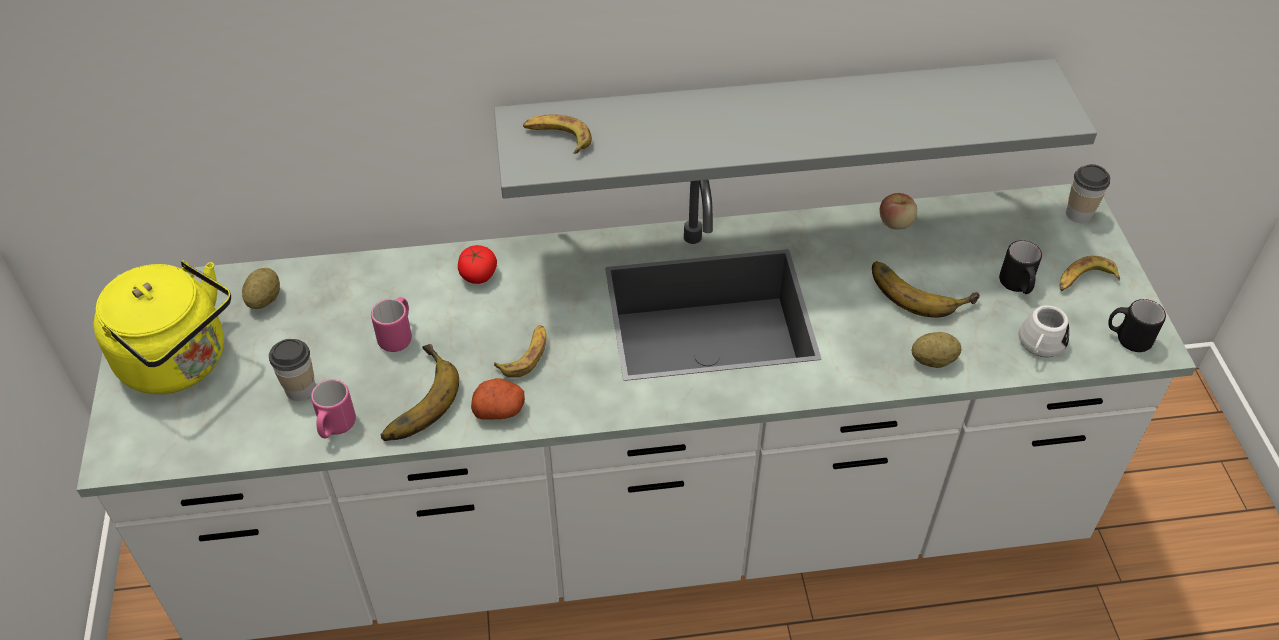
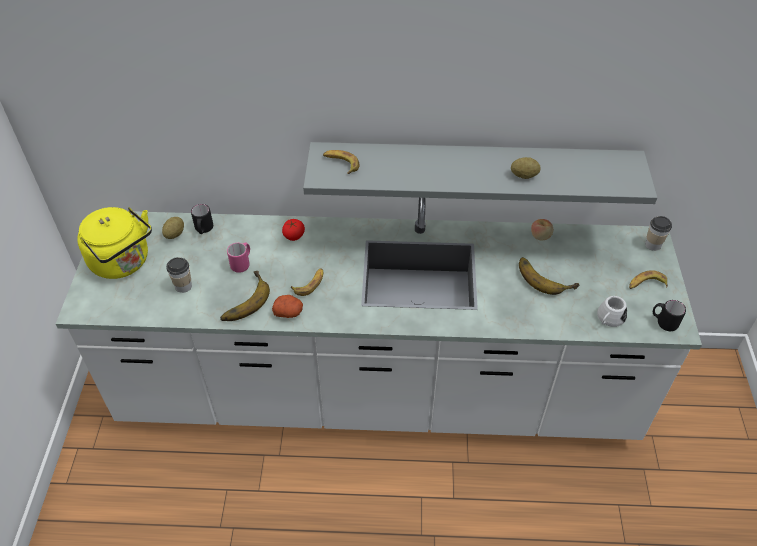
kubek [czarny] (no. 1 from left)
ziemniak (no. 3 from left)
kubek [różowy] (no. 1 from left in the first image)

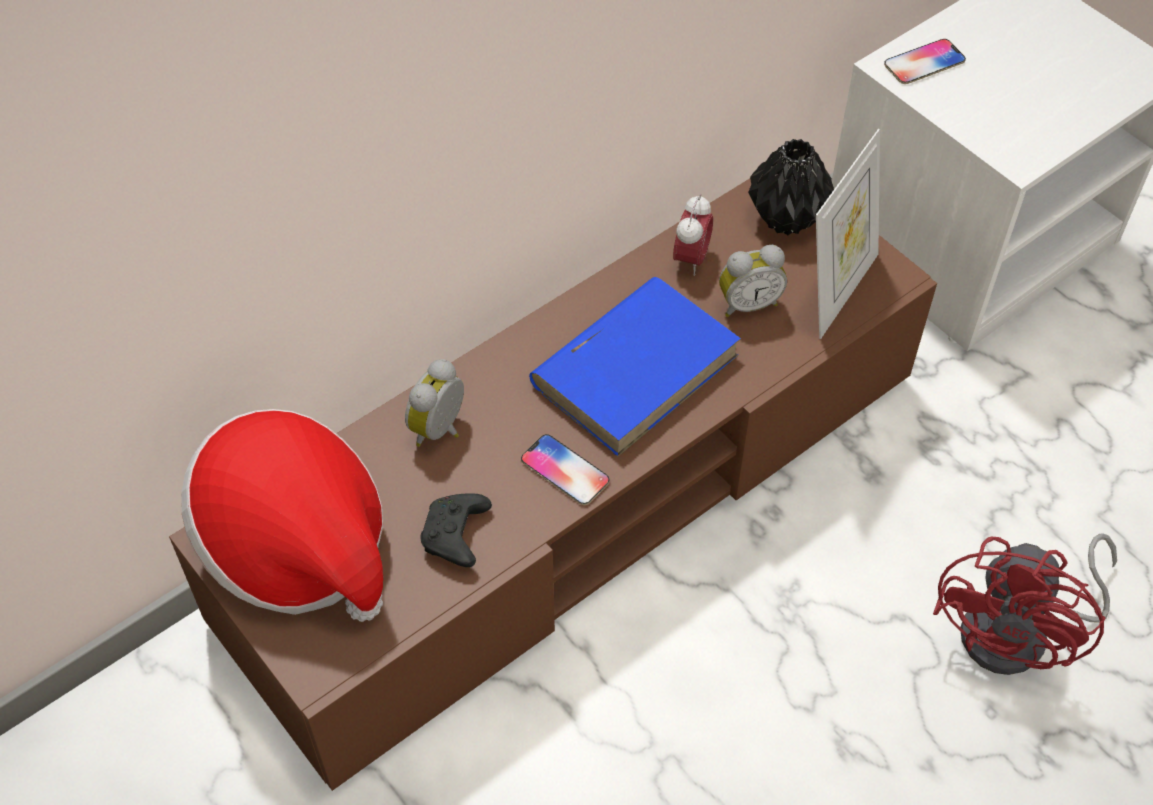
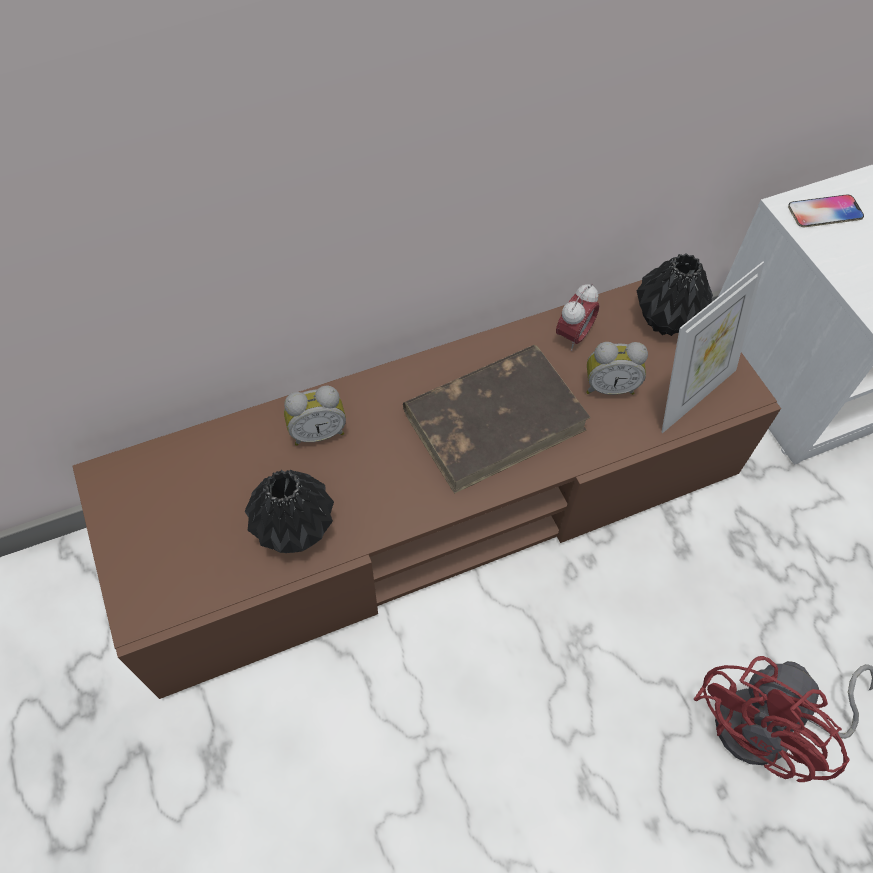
wazon [czarny] (no. 1 from left)
budzik (no. 1 from left)
książka [brązowy]
kapelusz
telefon (no. 1 from left in the first image)

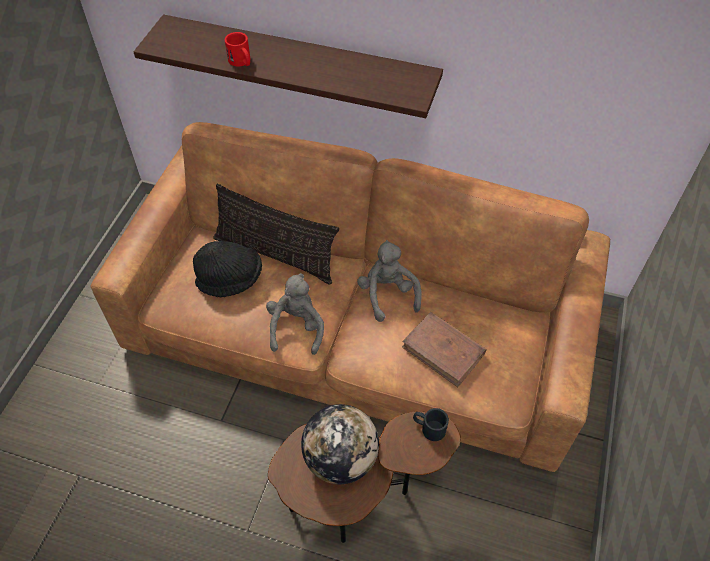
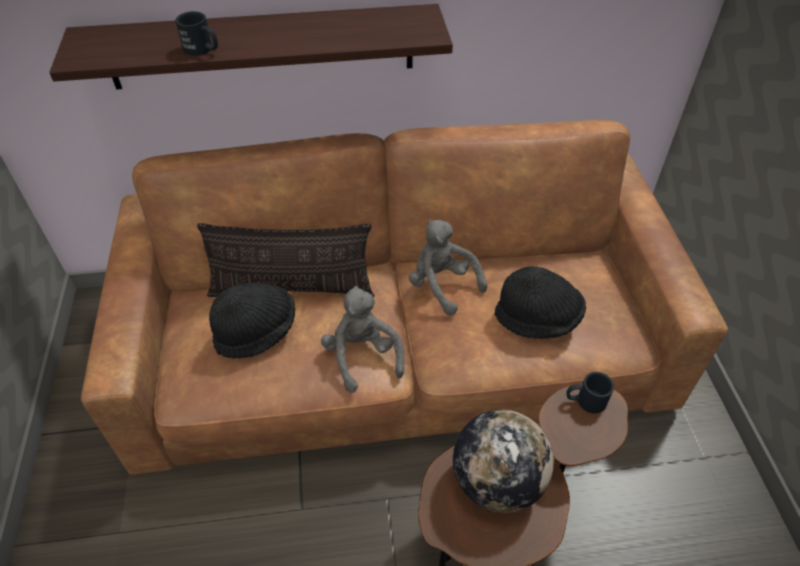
kubek [czarny] (no. 1 from left)
kapelusz [czarny] (no. 2 from left)

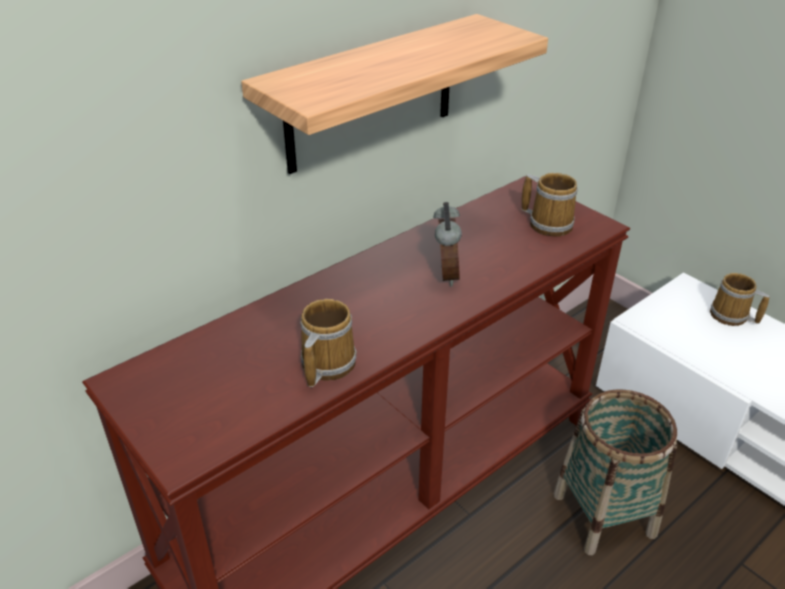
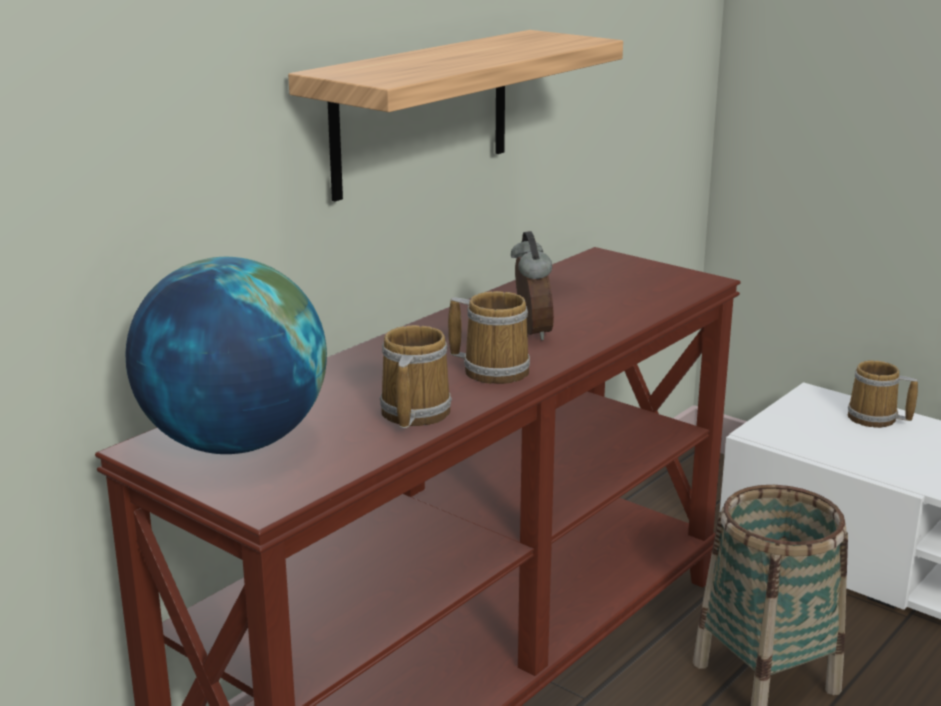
globus
kubek (no. 2 from left)

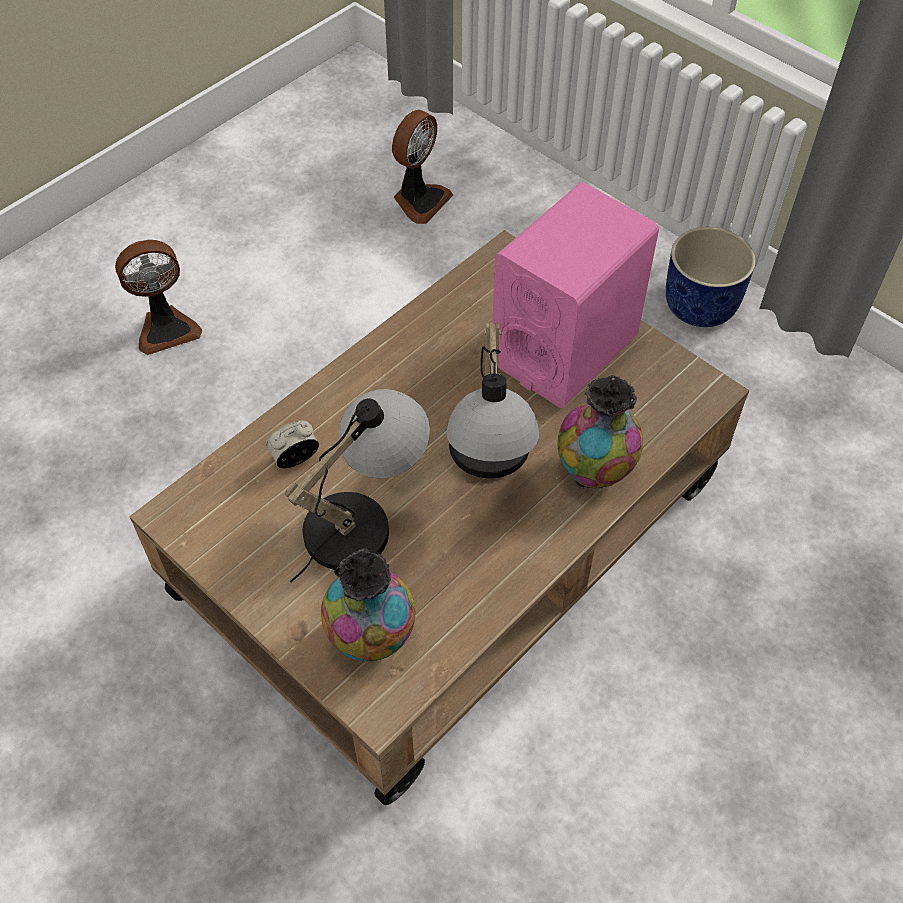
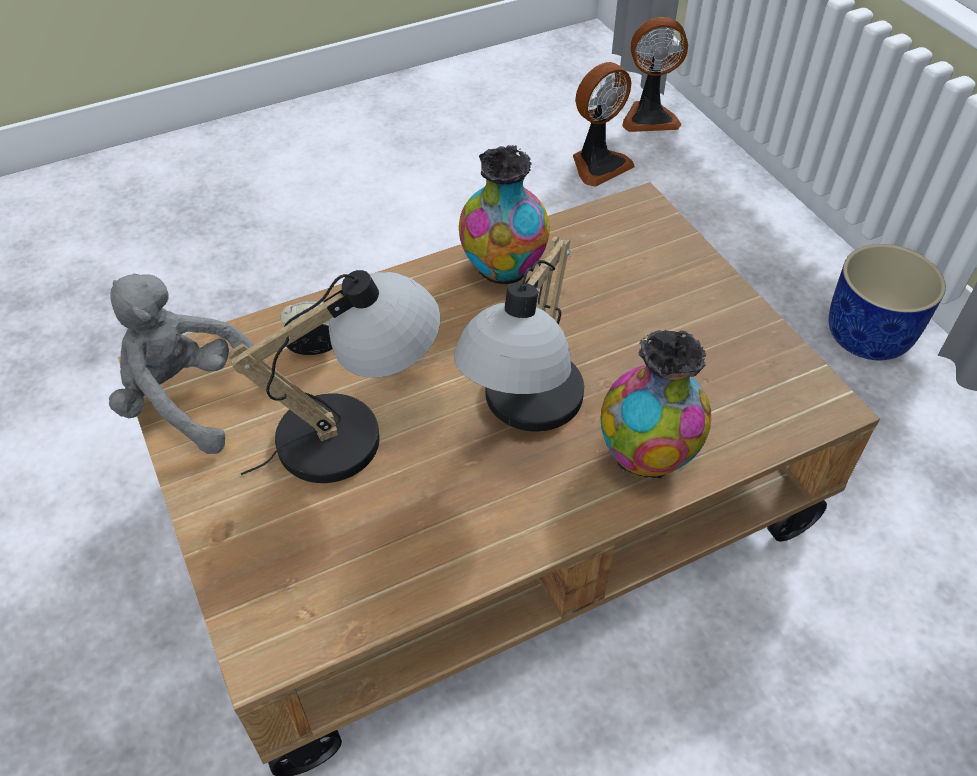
pluszak [szary]
wazon (no. 1 from left)
wentylator (no. 2 from left)
głośnik [różowy]

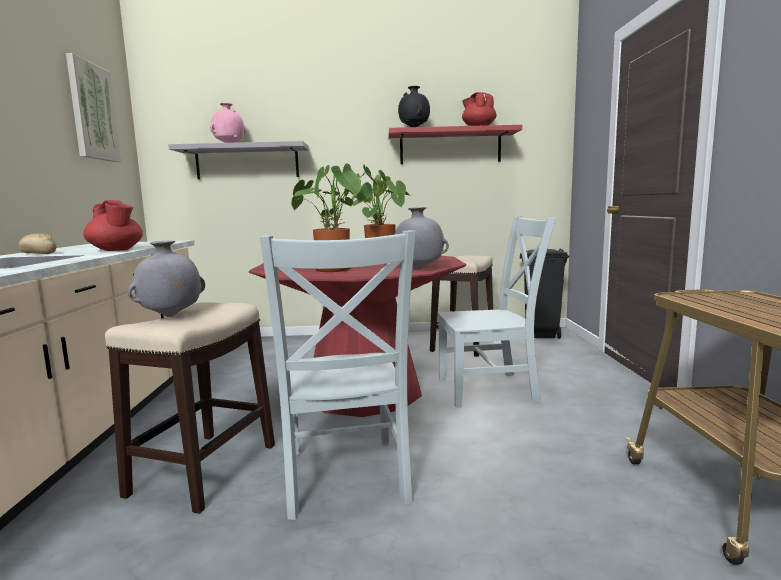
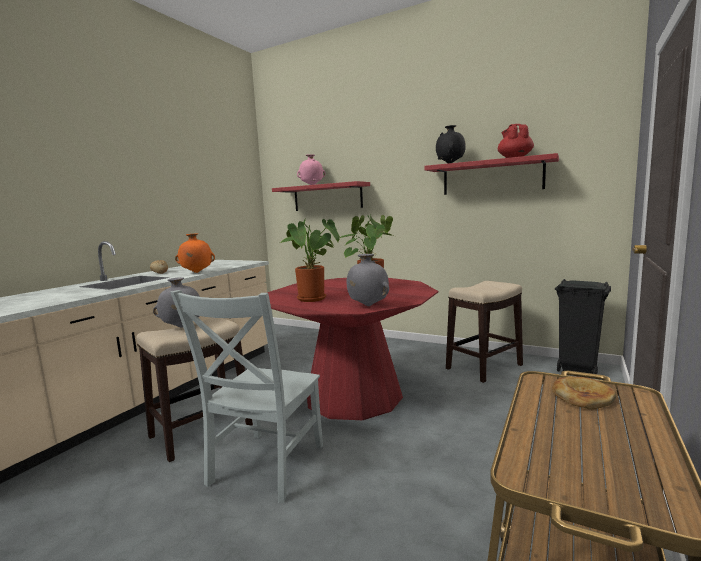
wazon [pomarańczowy]
półka [czerwony] (no. 1 from left)
chleb (no. 2 from left)
obraz
krzesło [szary] (no. 2 from left in the first image)

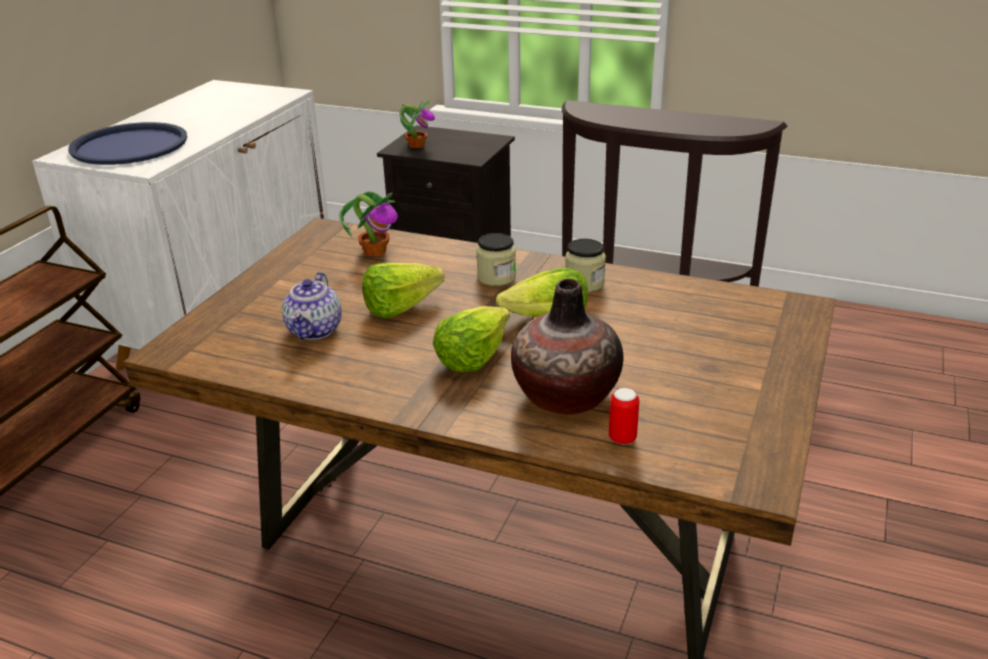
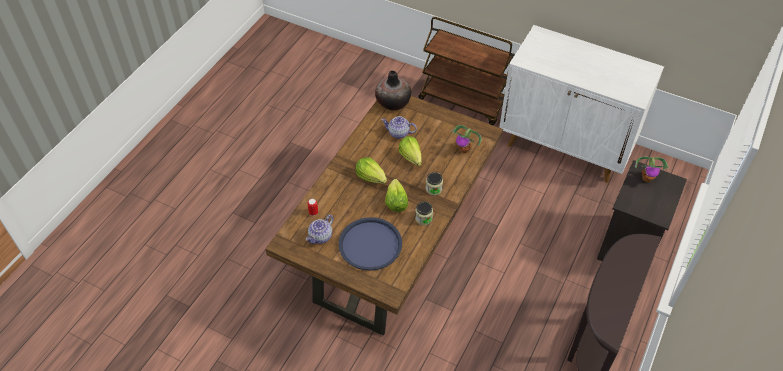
imbryk (no. 1 from left)
taca [niebieski]
wazon

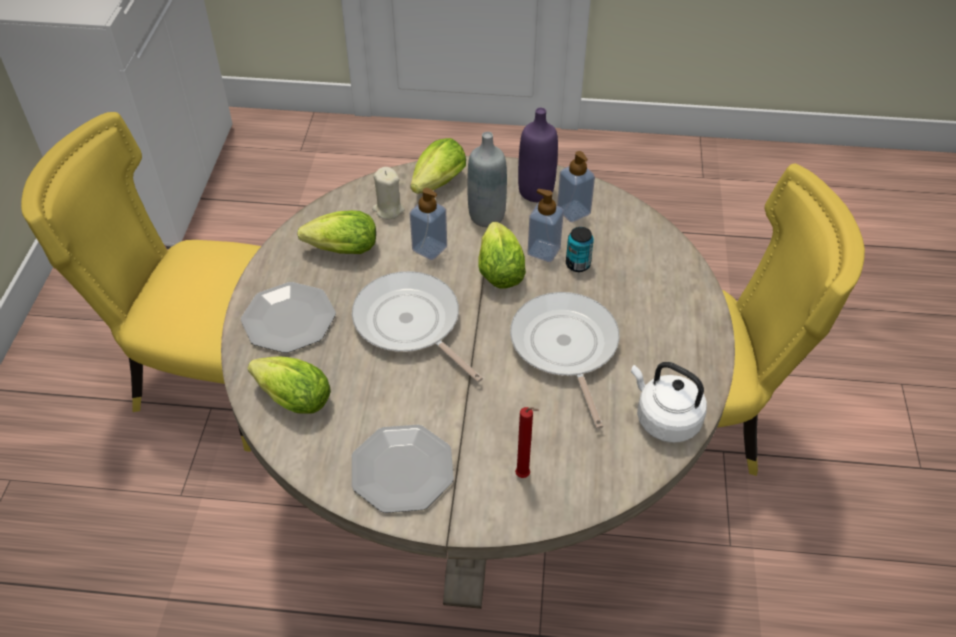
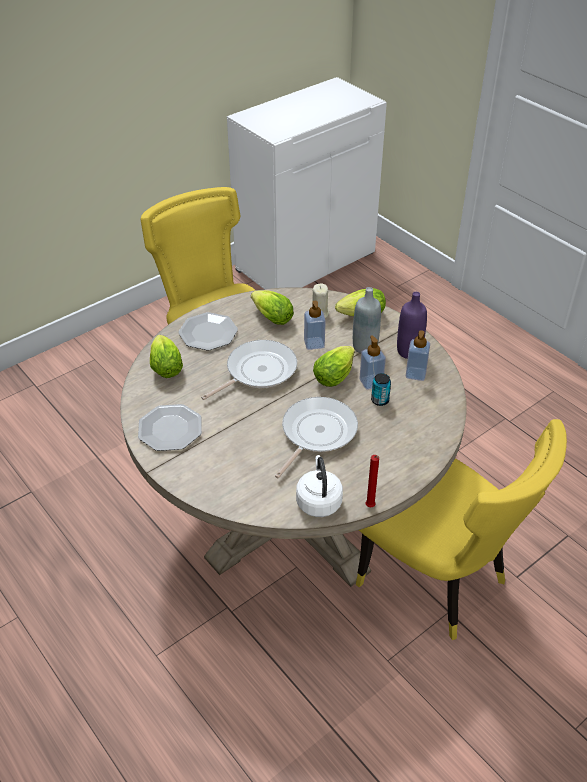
patelnia (no. 1 from left)
świeca [czerwony]

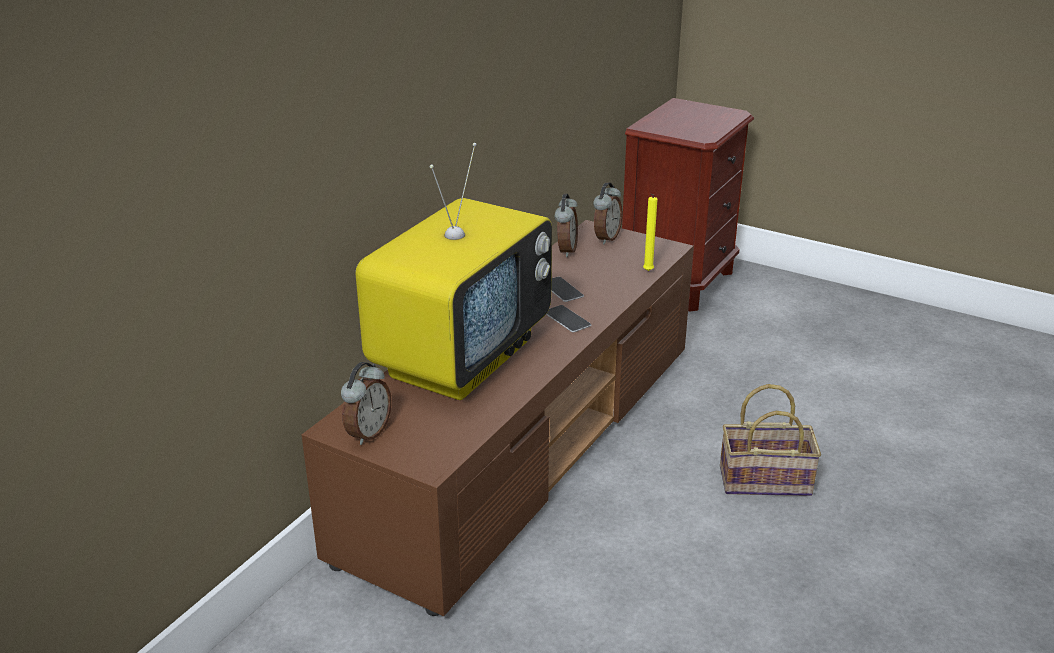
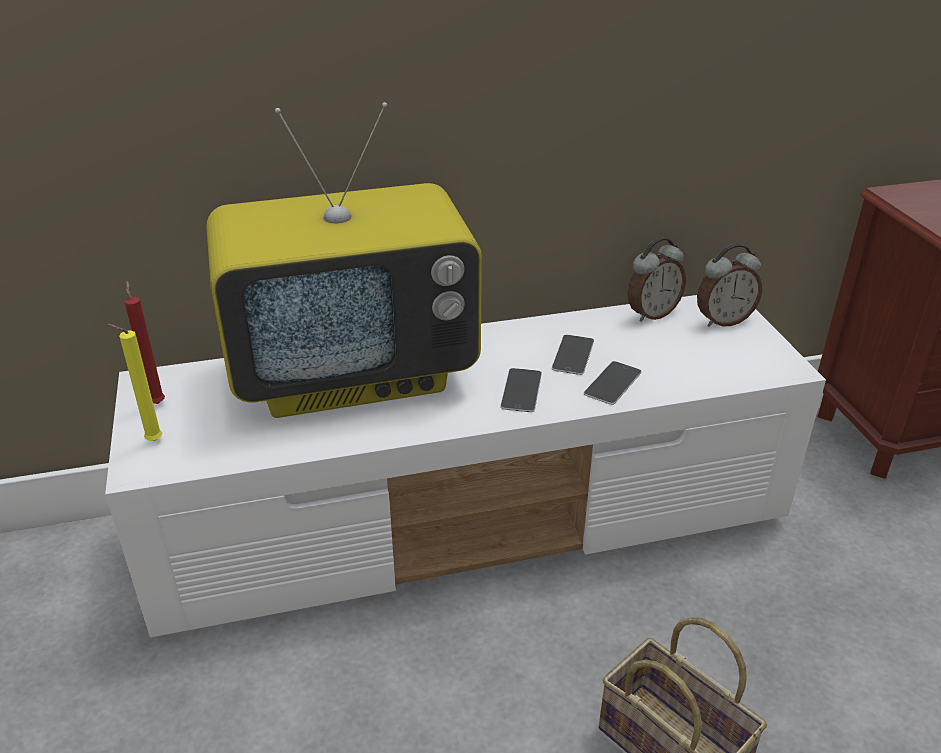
szafka pod telewizor [biały]
świeca [żółty]
świeca [czerwony]
telefon (no. 3 from left)

